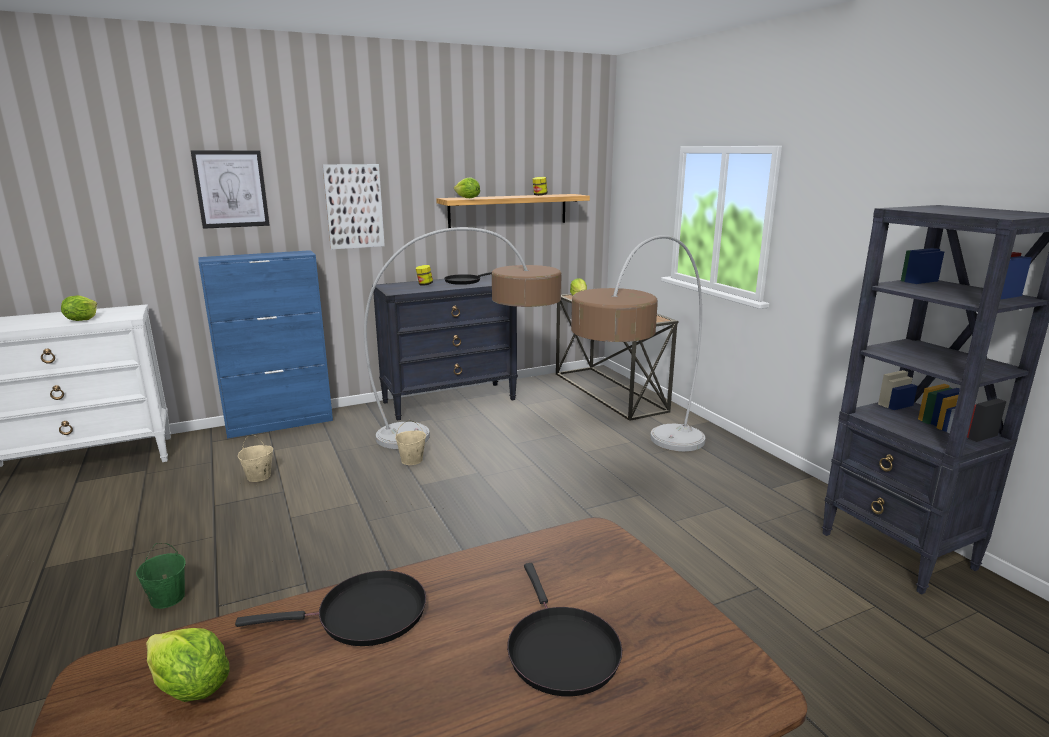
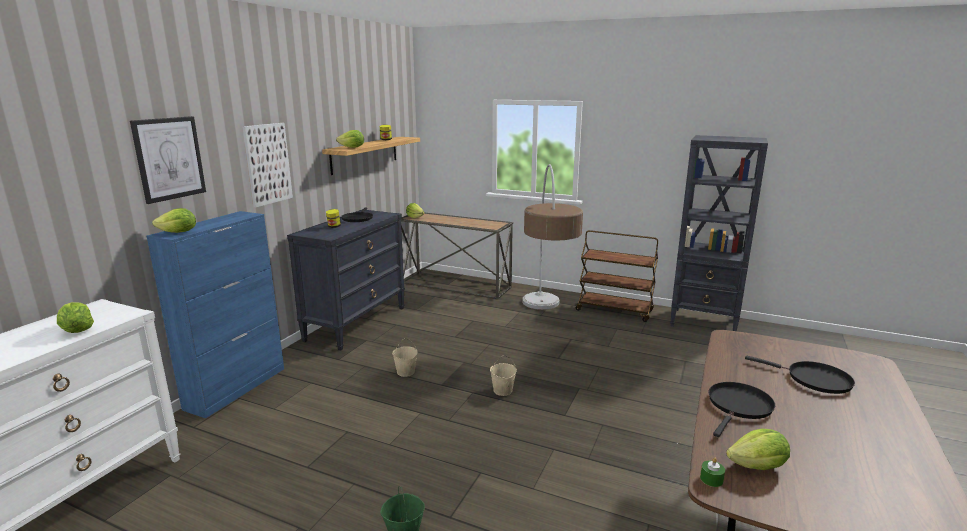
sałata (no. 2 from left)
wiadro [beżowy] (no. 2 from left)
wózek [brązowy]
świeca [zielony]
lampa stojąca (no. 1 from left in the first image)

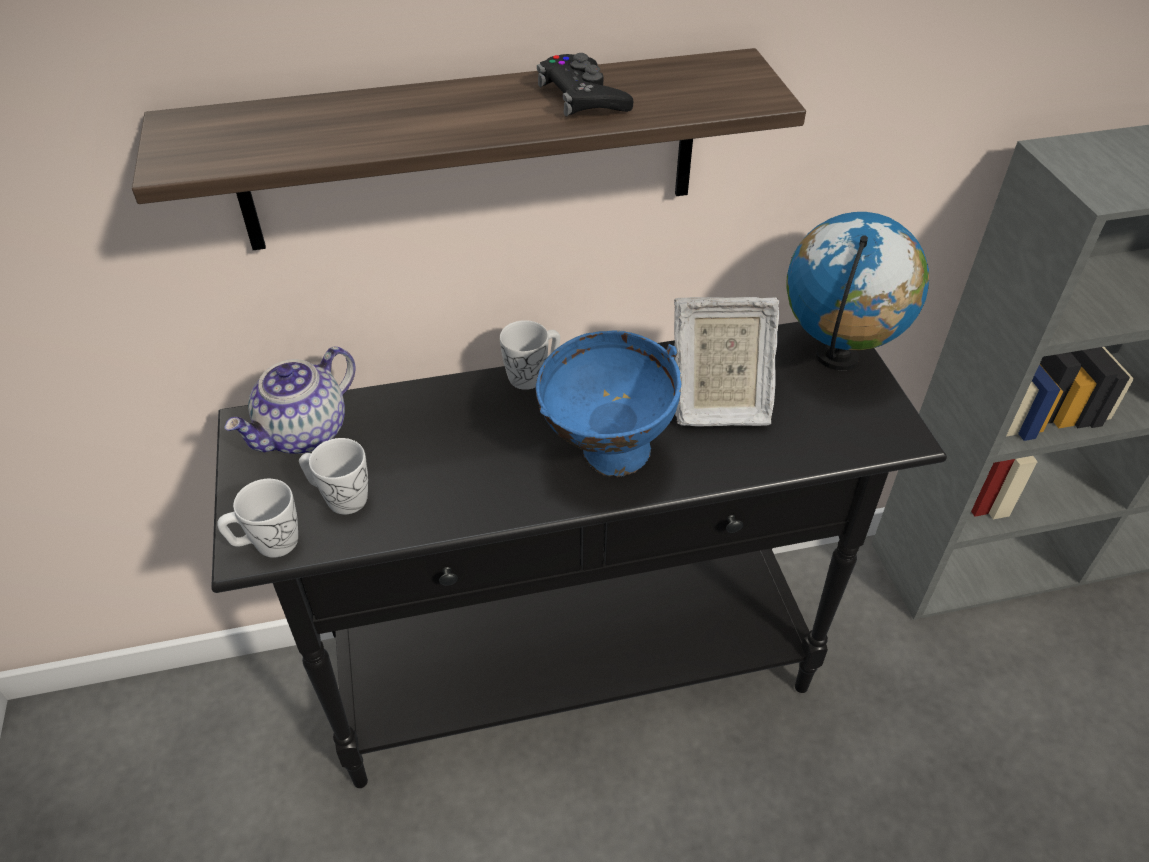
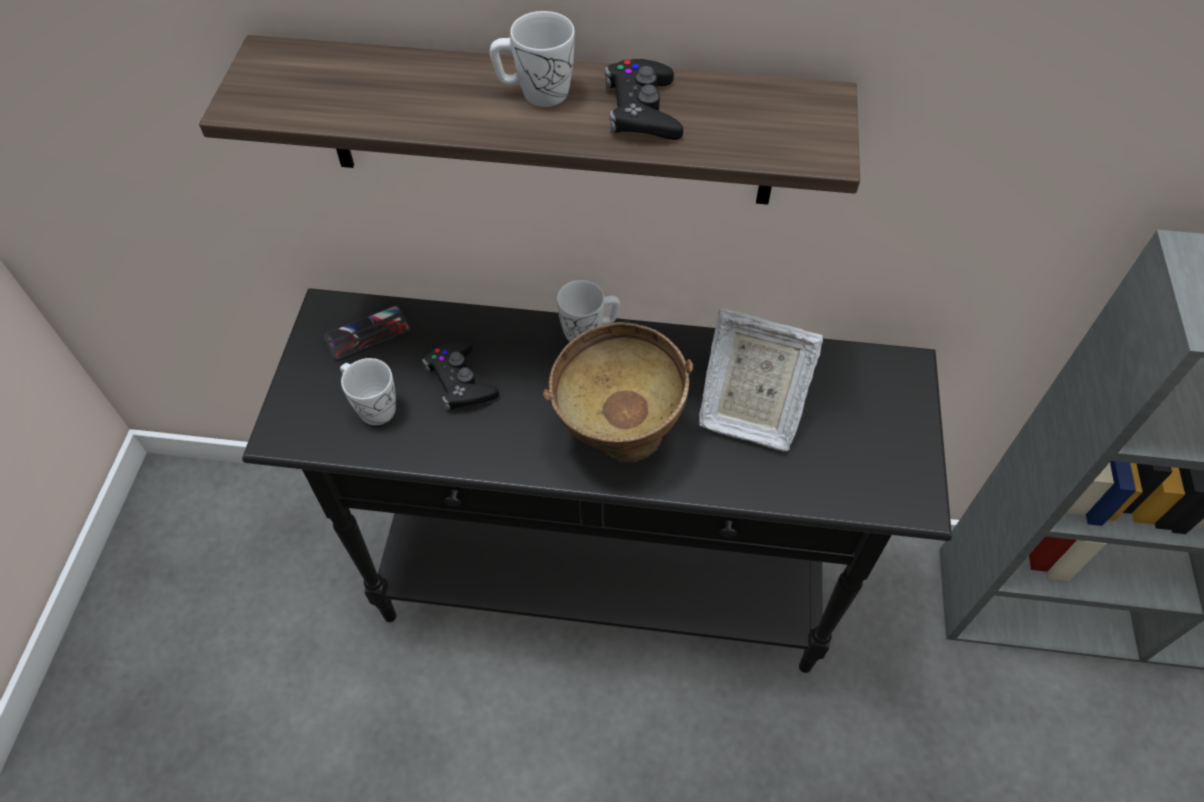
telefon
pad do gier [czarny] (no. 1 from left)
kubek [biały] (no. 2 from left)
miska [brązowy]
globus

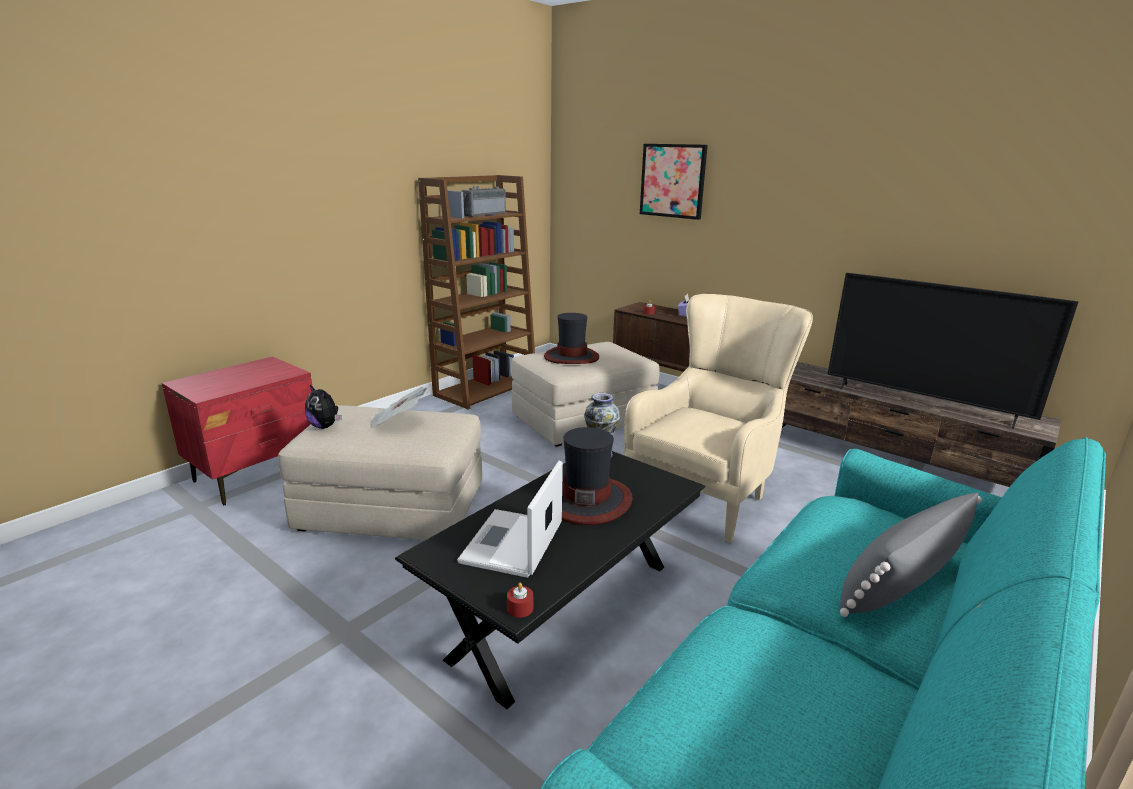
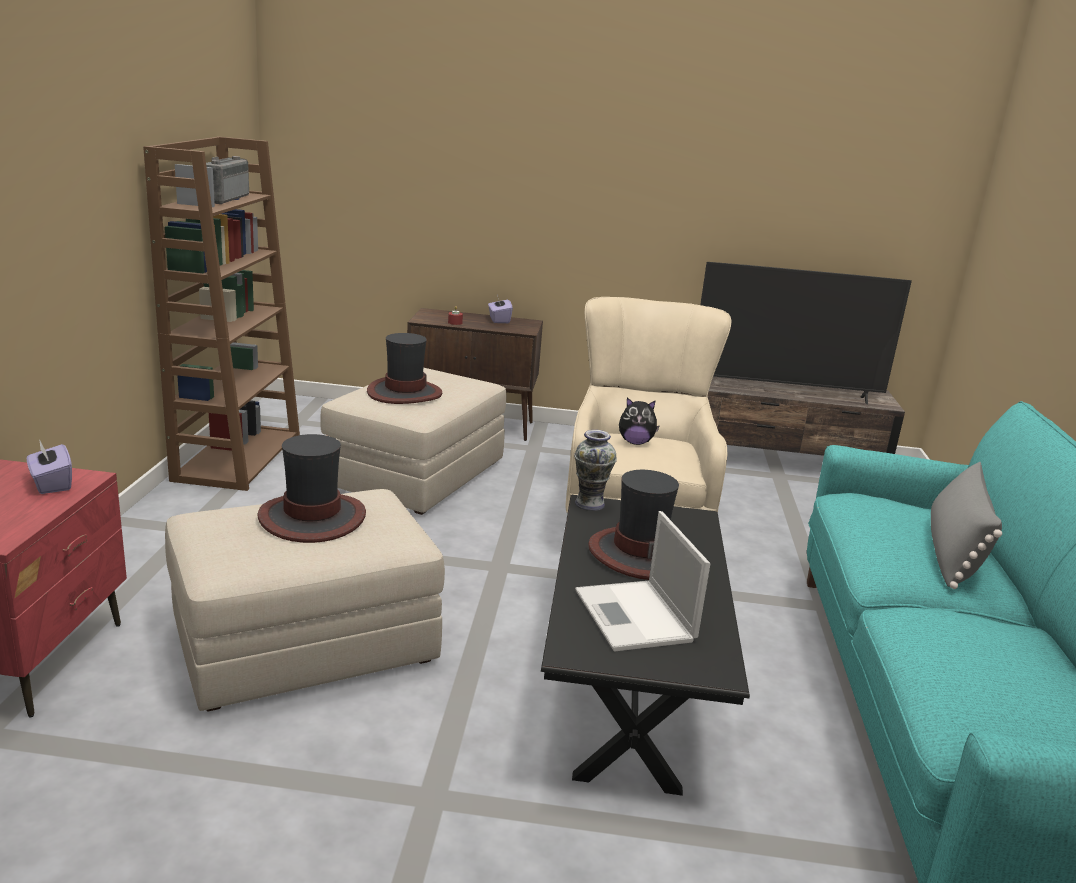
pudełko chusteczek [fioletowy] (no. 1 from left)
kapelusz (no. 1 from left)
pluszak
świeca [czerwony] (no. 1 from left in the first image)
obraz

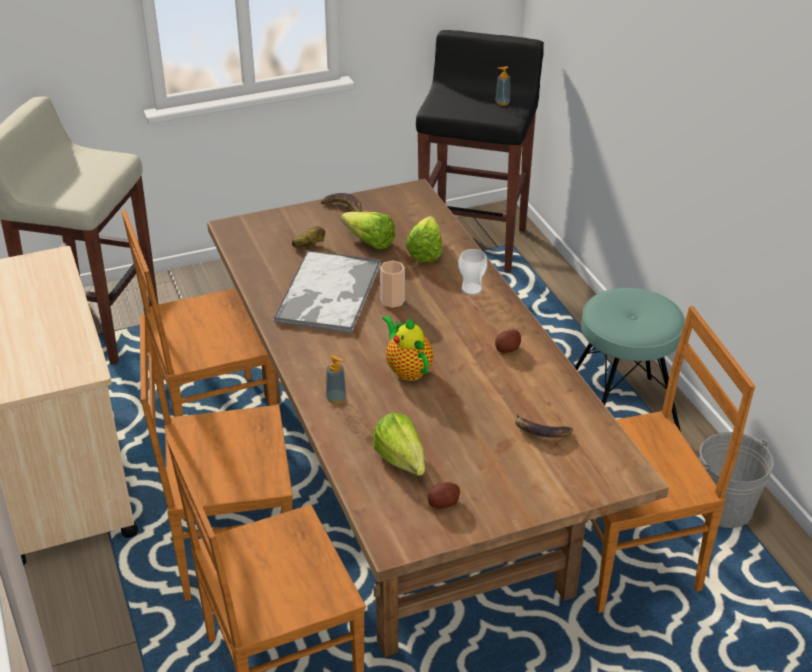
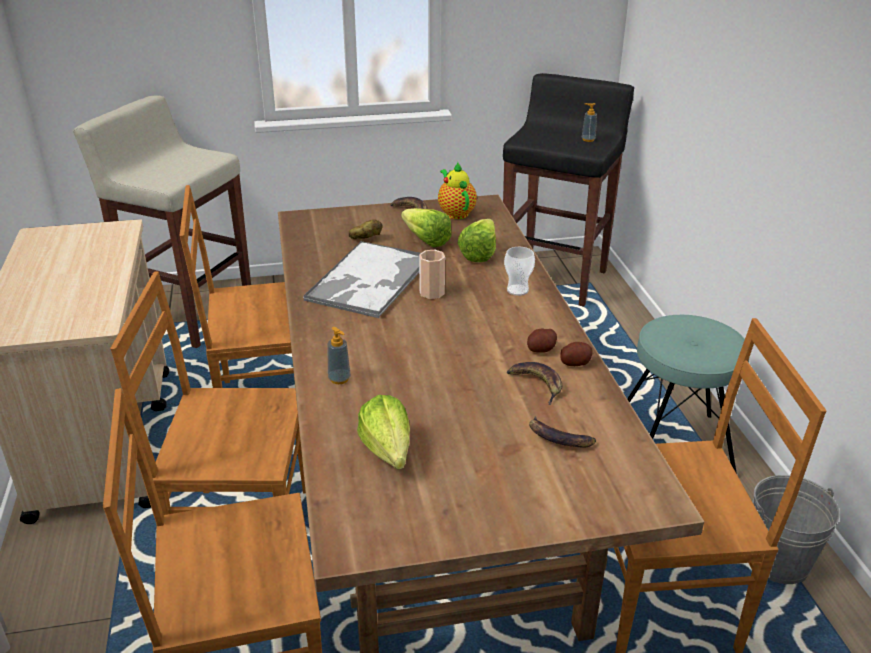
imbryk
banan (no. 2 from left)
ziemniak (no. 3 from left)

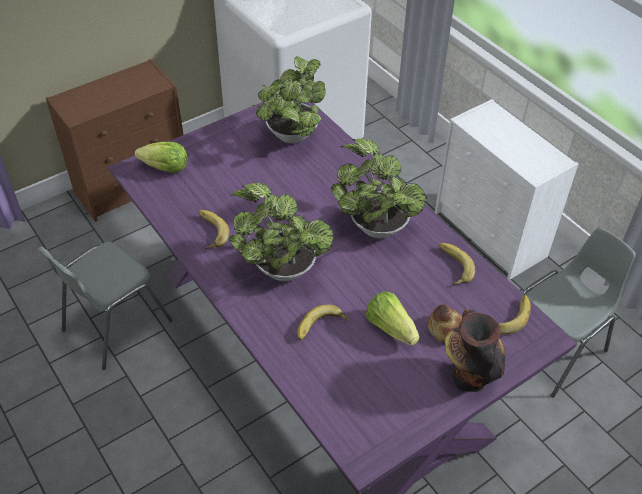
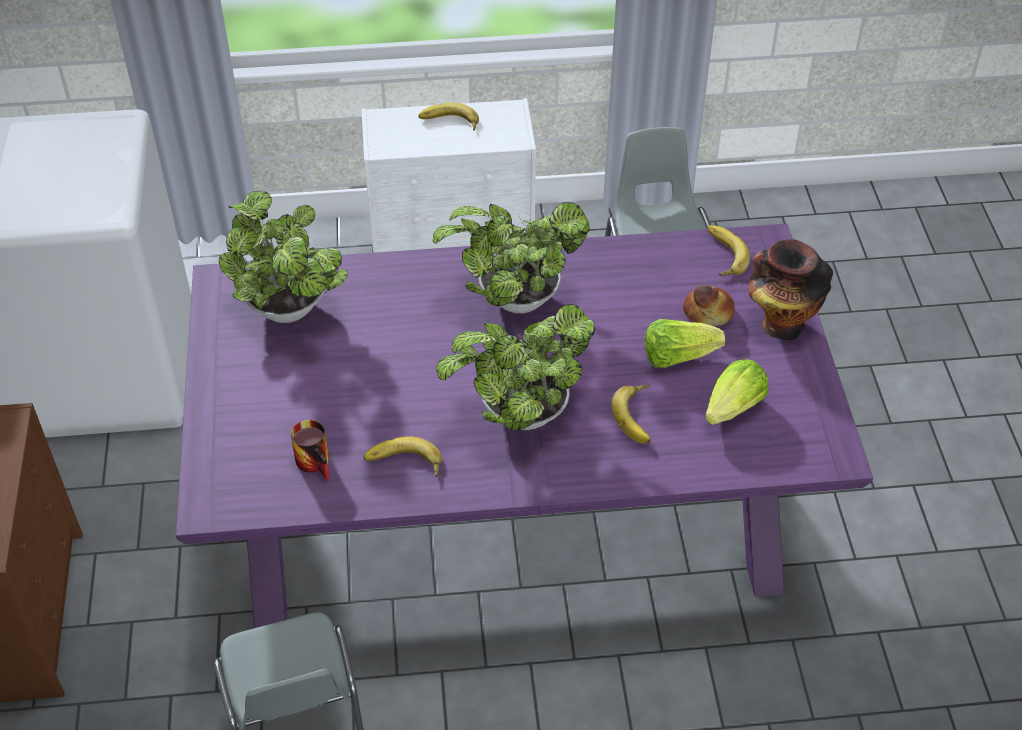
kubek
banan (no. 2 from left)
sałata (no. 2 from left)

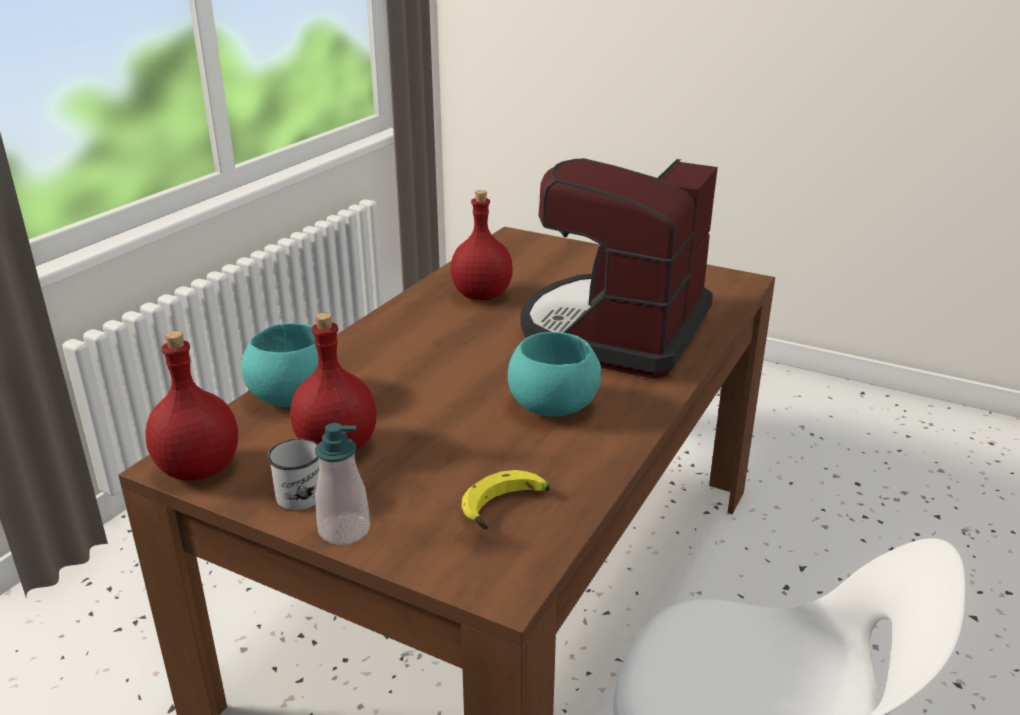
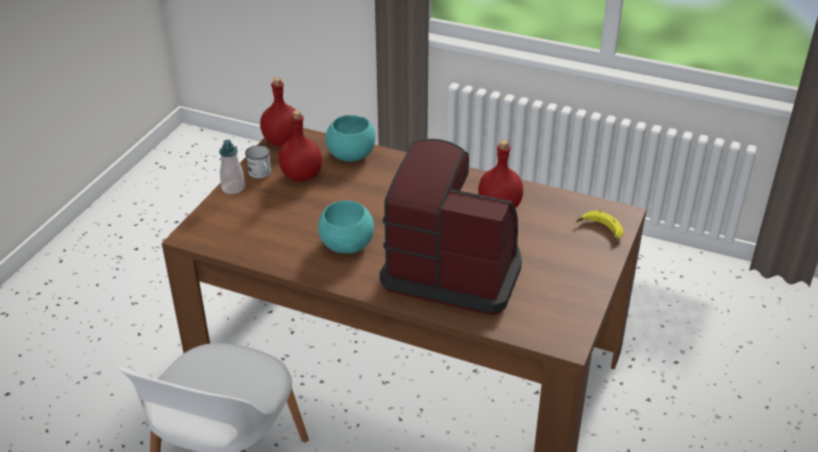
banan

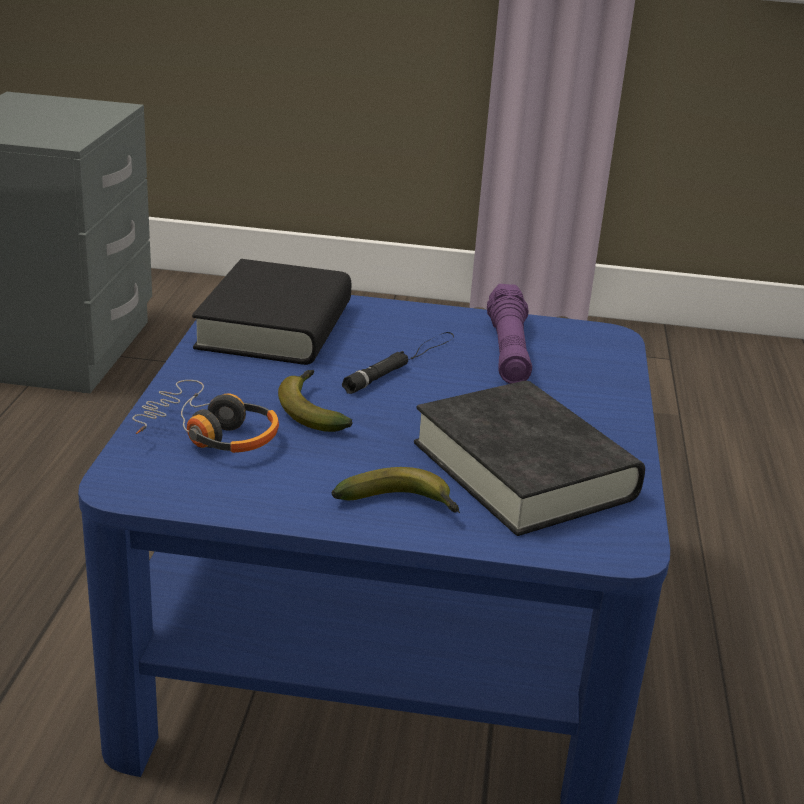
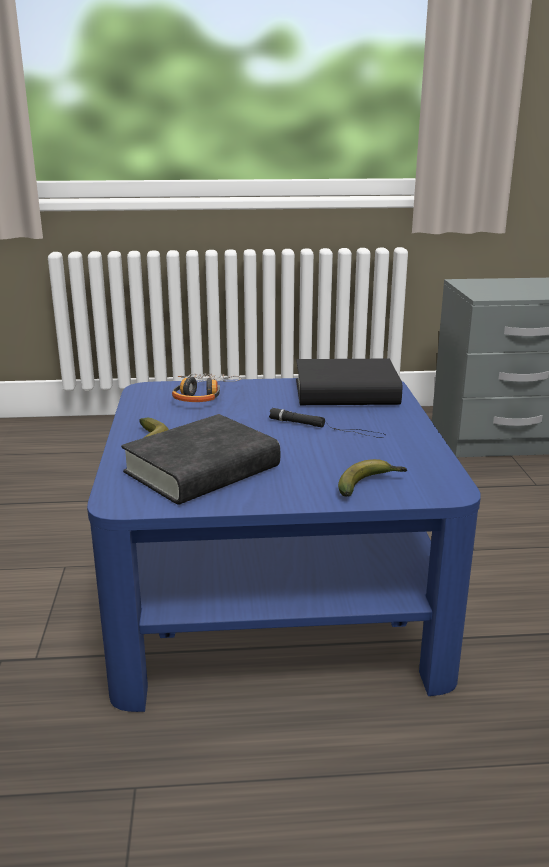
banan (no. 2 from left)
latarka [fioletowy]

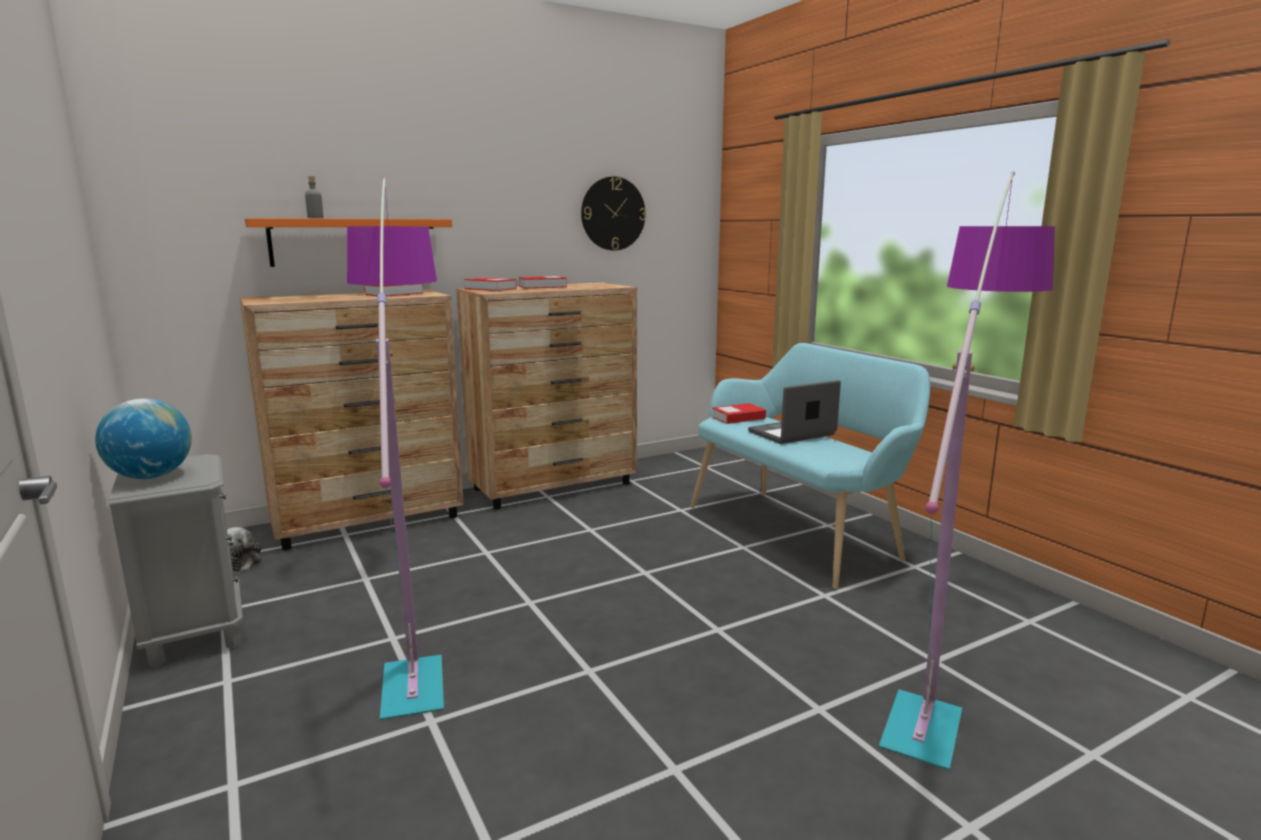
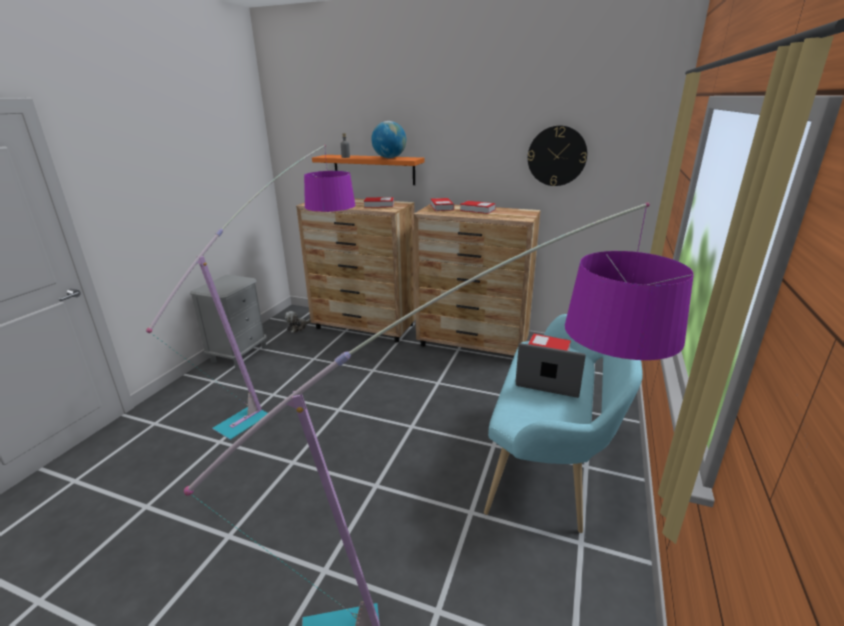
globus

